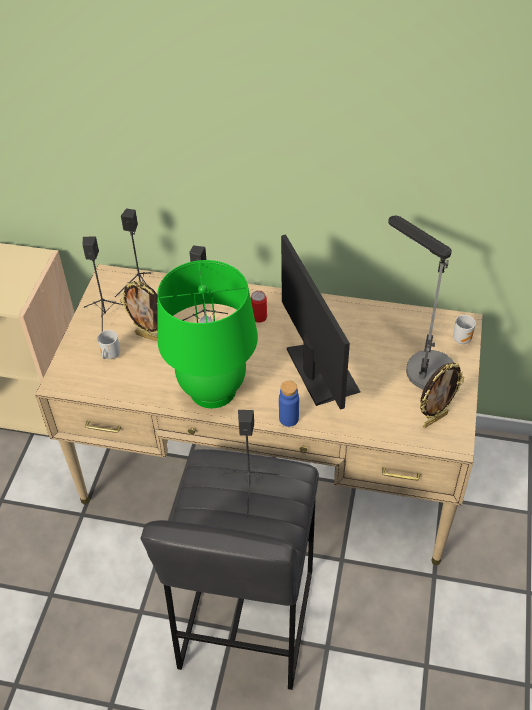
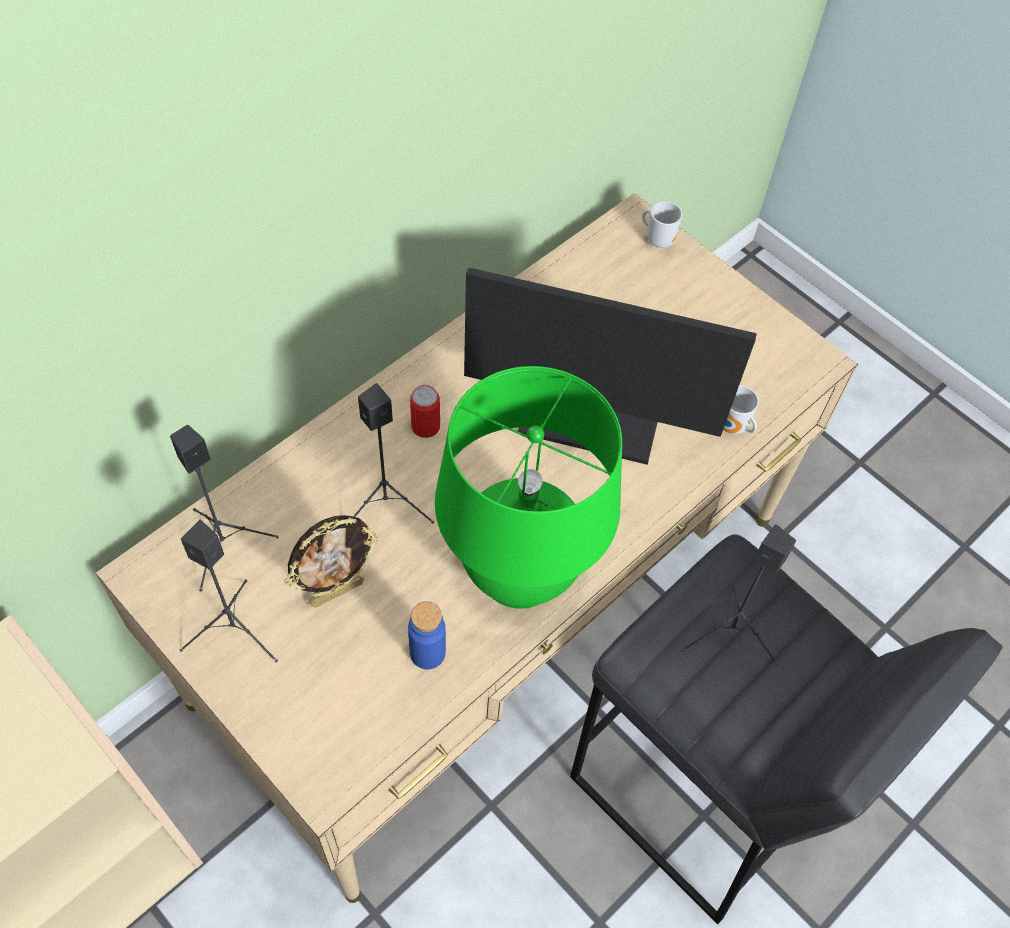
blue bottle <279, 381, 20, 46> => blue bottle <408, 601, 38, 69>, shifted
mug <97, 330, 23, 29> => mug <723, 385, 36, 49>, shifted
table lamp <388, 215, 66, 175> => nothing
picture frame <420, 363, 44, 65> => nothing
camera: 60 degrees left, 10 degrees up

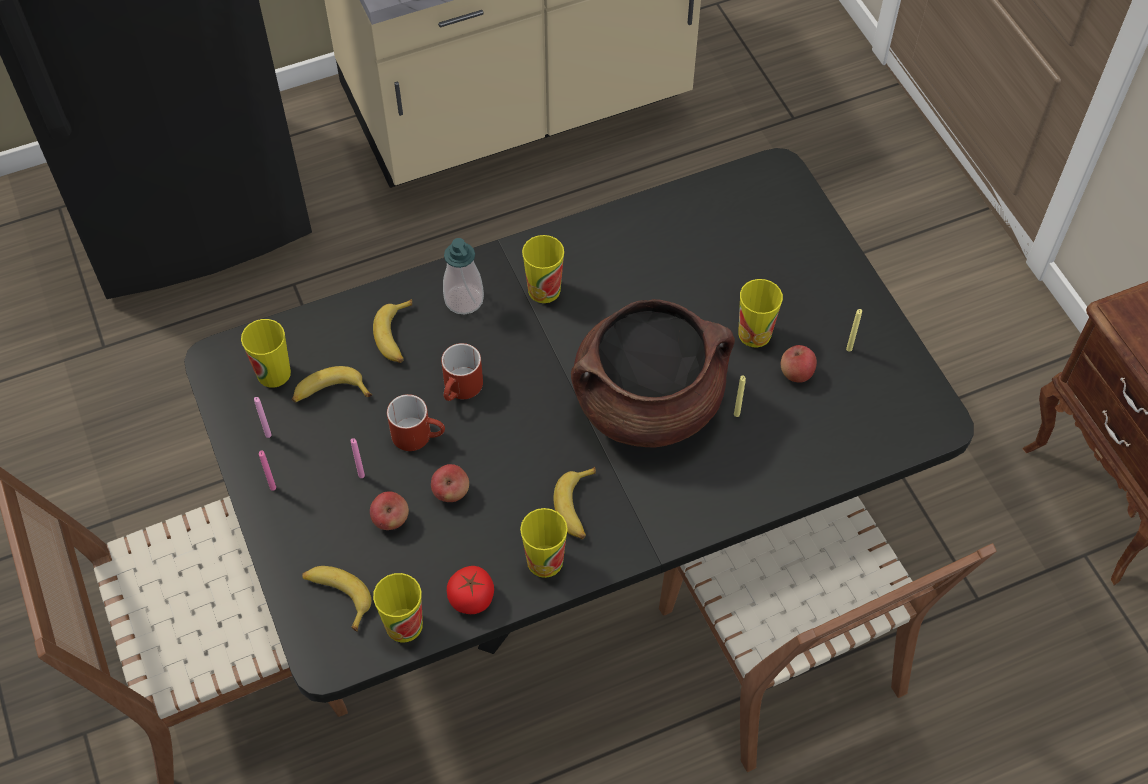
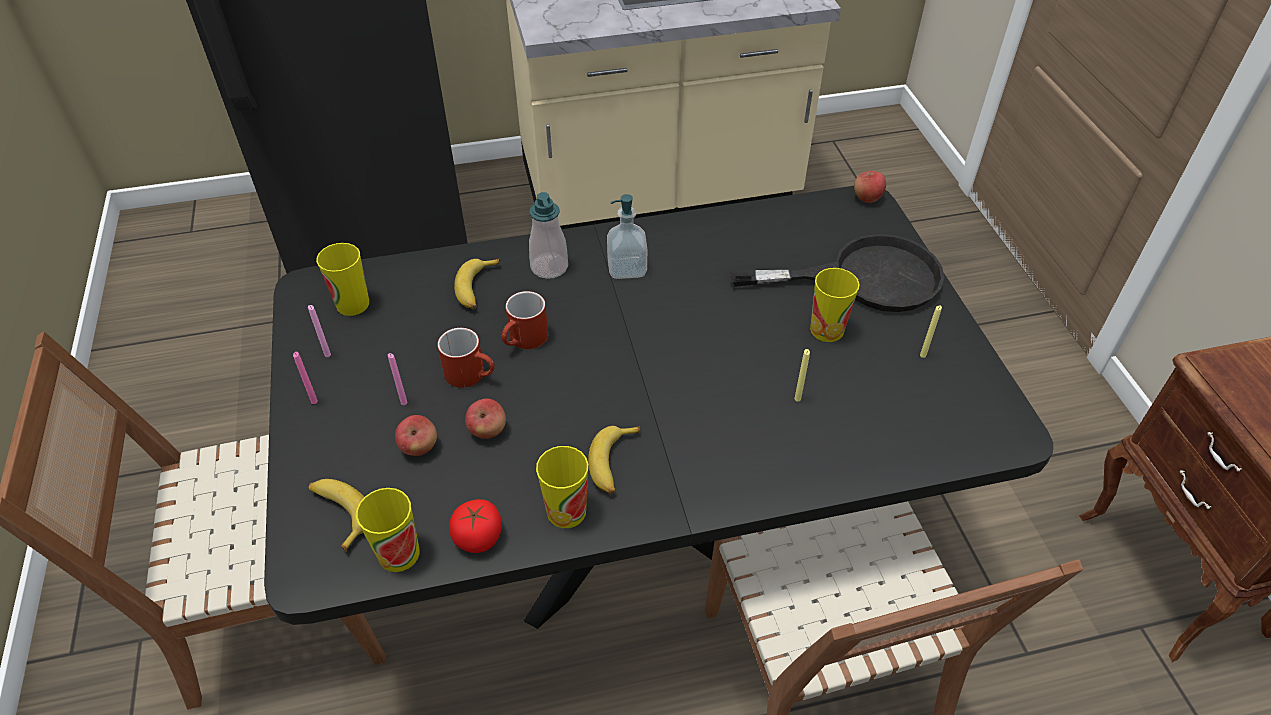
cup <522, 235, 42, 68> => soap dispenser <607, 194, 40, 85>
nothing => black frying pan <730, 234, 214, 78>
apple <781, 345, 36, 38> => apple <854, 171, 32, 32>, shifted
banana <292, 366, 80, 36> => nothing
brown cooking pot <571, 299, 164, 149> => nothing
camera: 10 degrees right, 10 degrees down

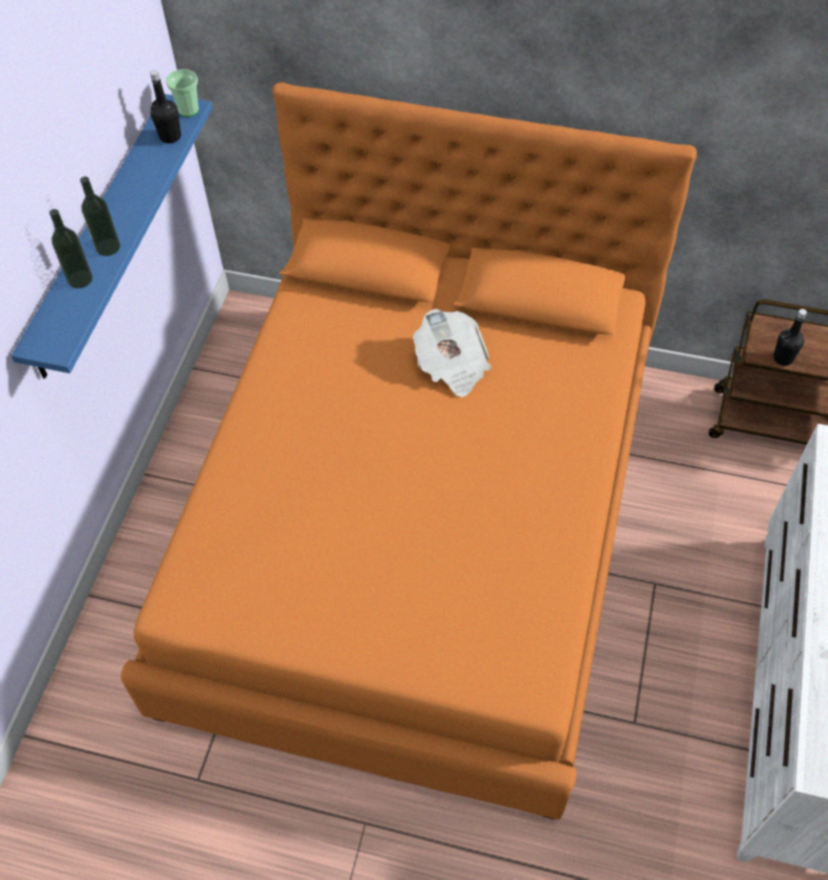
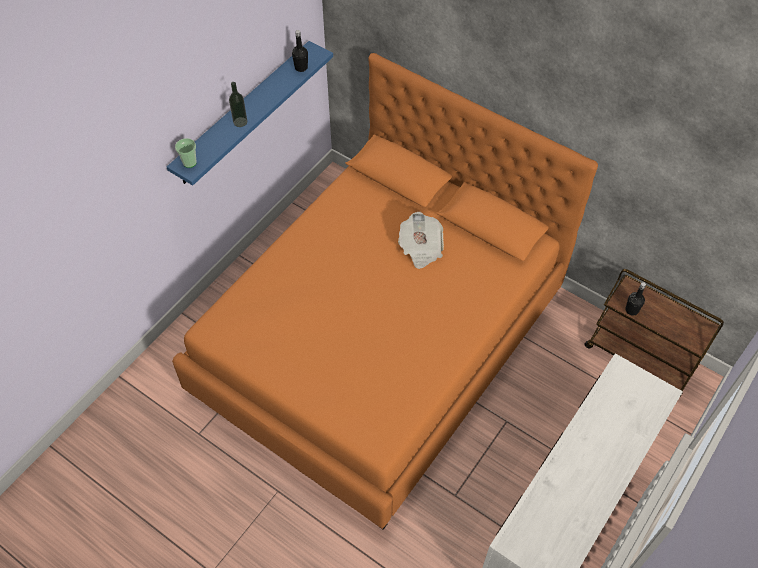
cup <166, 69, 33, 48> => cup <175, 138, 22, 30>, shifted
bottle <49, 209, 44, 79> => nothing
camera: 20 degrees right, 0 degrees up

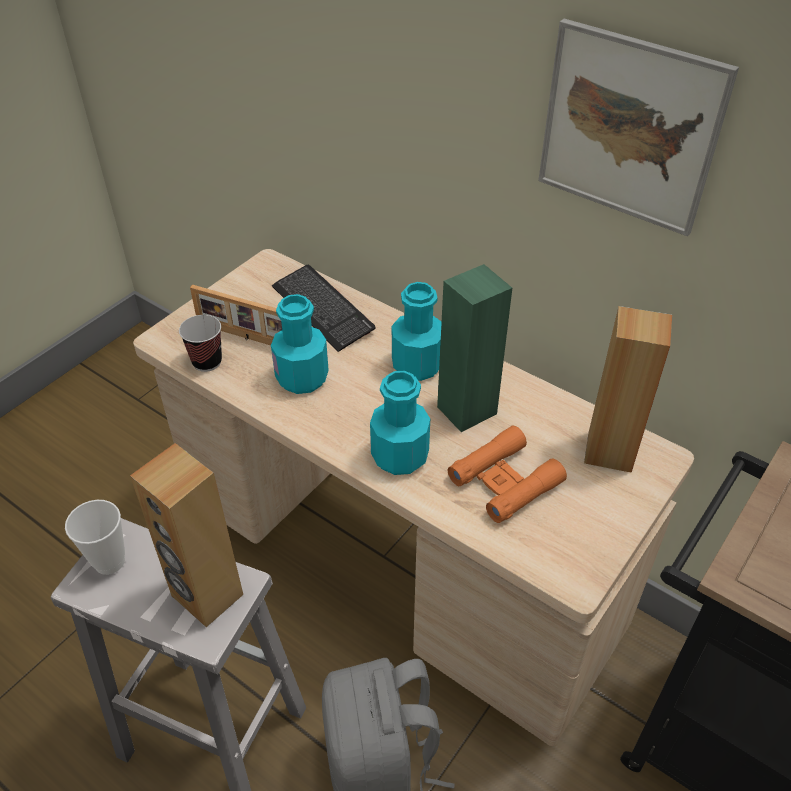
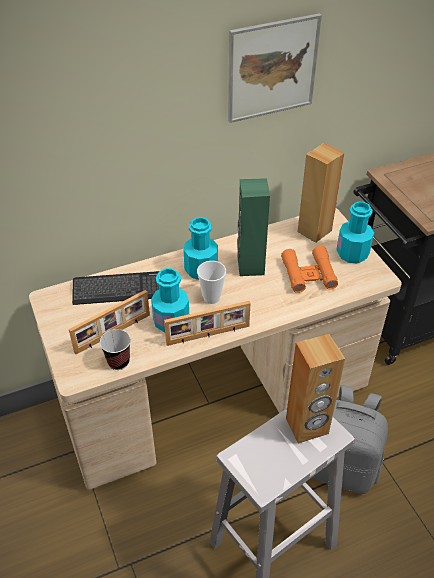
nothing => picture frame <164, 301, 87, 45>
cup <65, 500, 60, 75> => cup <197, 261, 29, 43>, shifted
turquoise bottle <370, 371, 60, 104> => turquoise bottle <336, 202, 38, 61>, shifted
camera: 60 degrees left, 0 degrees up

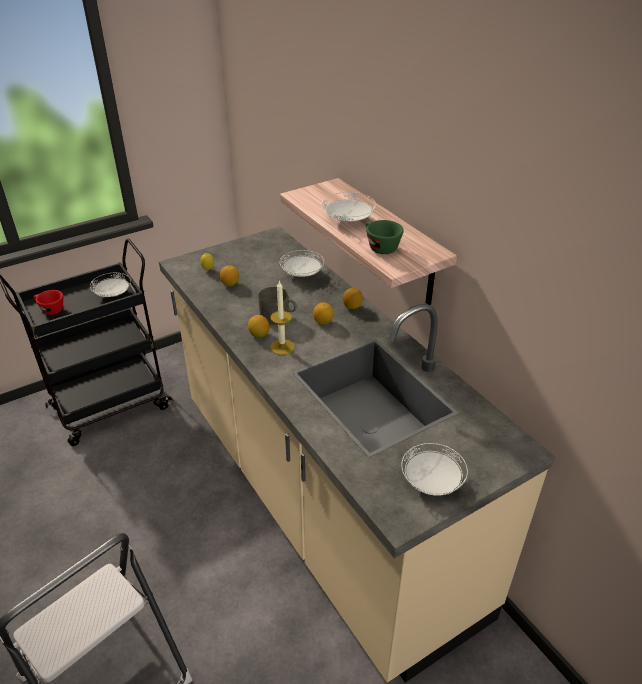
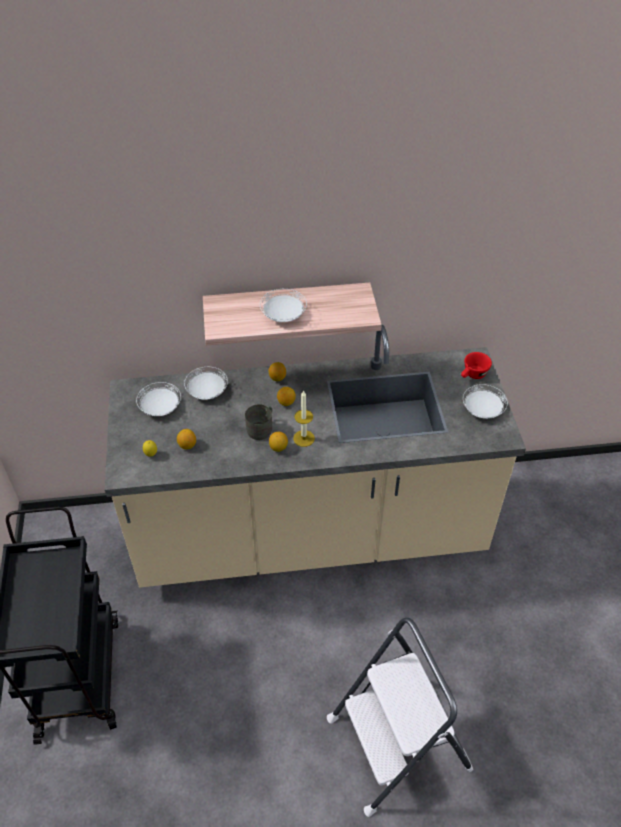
white plate <90, 273, 41, 24> => white plate <136, 382, 45, 34>, shifted
red cup <34, 290, 29, 25> => red cup <461, 352, 31, 27>, shifted
green cup <366, 220, 38, 34> => nothing
camera: 65 degrees left, 10 degrees up

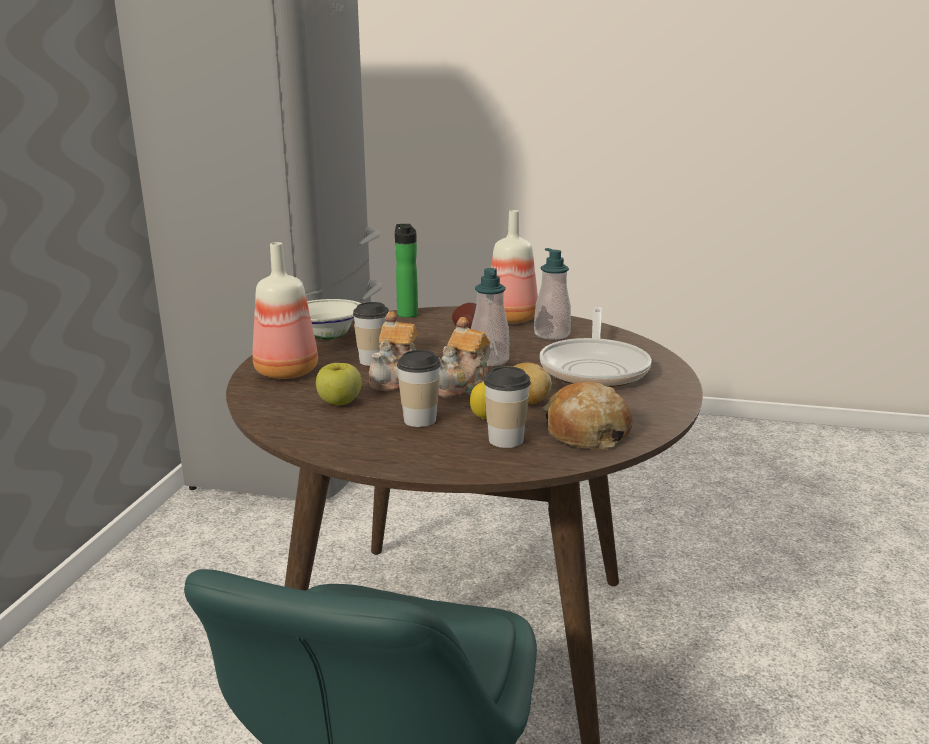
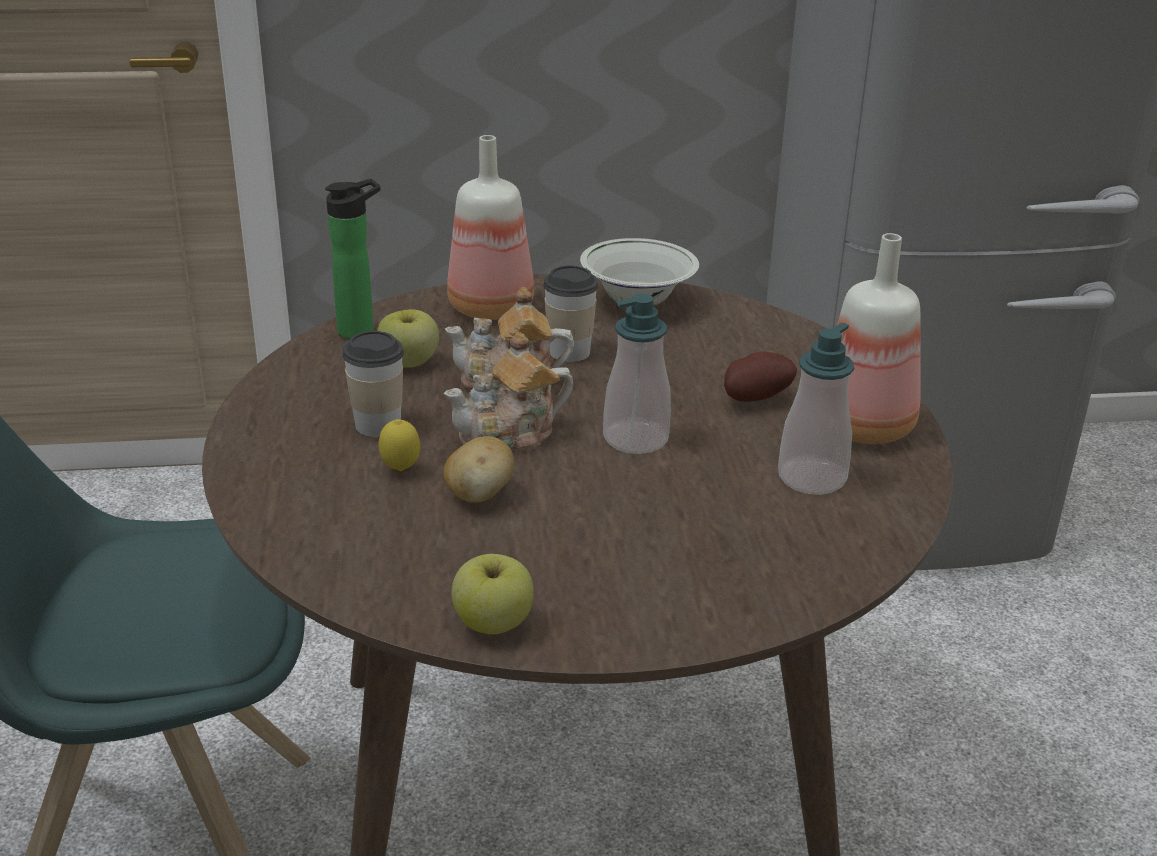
bottle <395, 224, 23, 94> => bottle <325, 179, 55, 160>, shifted
teapot <438, 317, 52, 81> => teapot <444, 332, 129, 118>, 45 degrees counterclockwise
nothing => apple <452, 554, 82, 81>
cup <484, 366, 47, 82> => nothing
frying pan <540, 307, 112, 80> => nothing
bread <543, 382, 89, 67> => nothing
camera: 70 degrees right, 10 degrees up

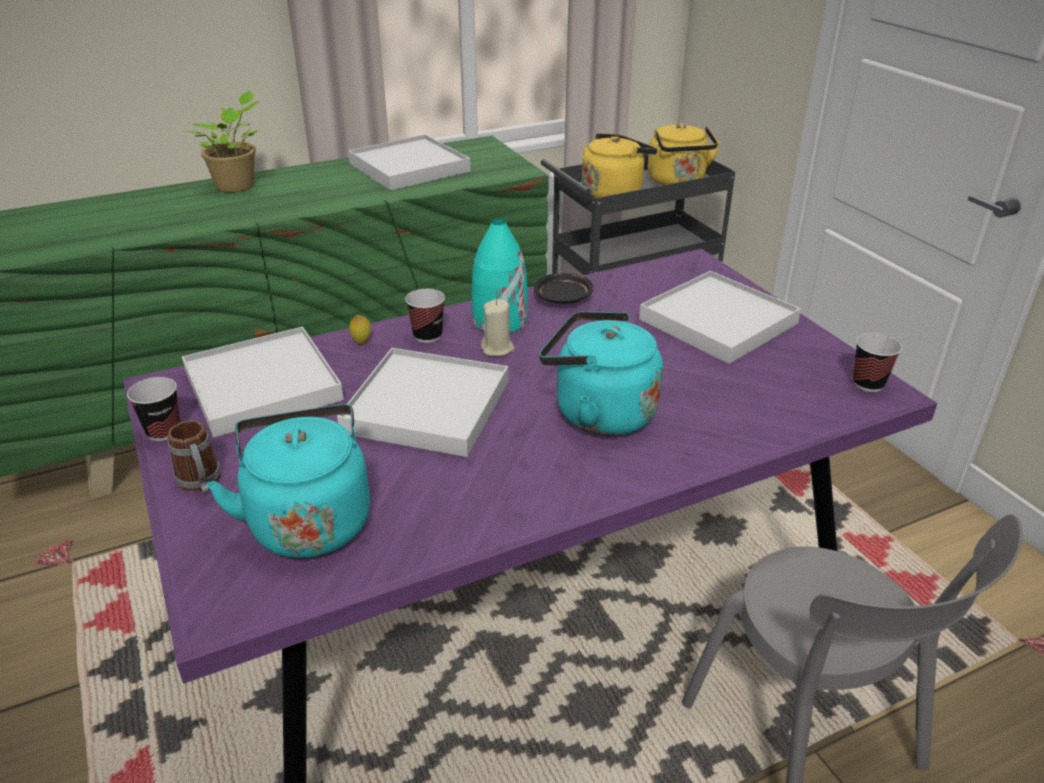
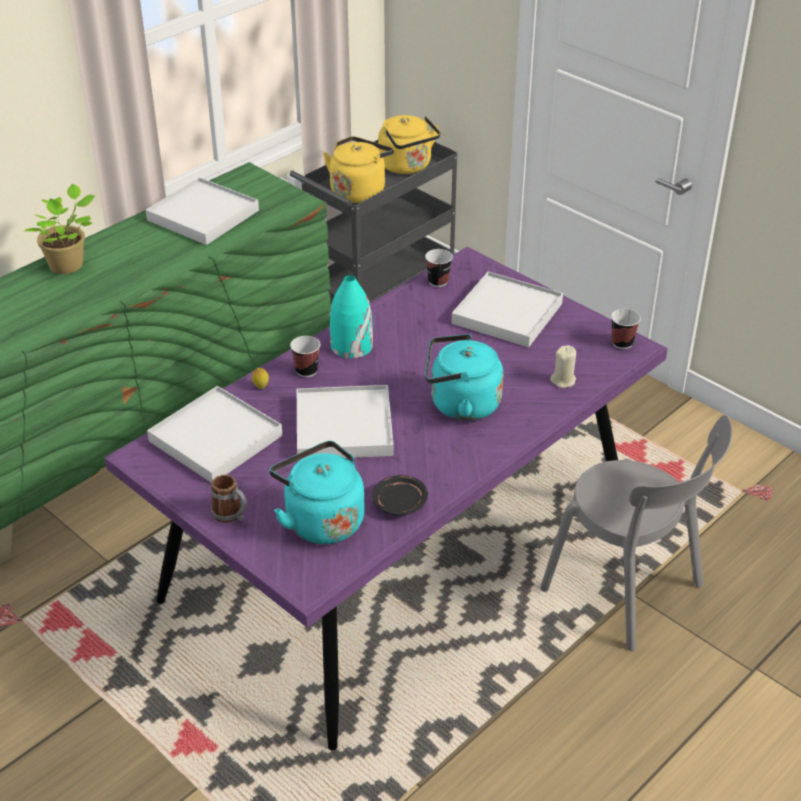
black plate <534, 273, 59, 31> => black plate <372, 475, 56, 41>, shifted
cup <127, 377, 53, 64> => cup <425, 249, 28, 38>, shifted
beige candle <481, 299, 34, 57> => beige candle <550, 345, 26, 43>, shifted
camera: 20 degrees left, 5 degrees up

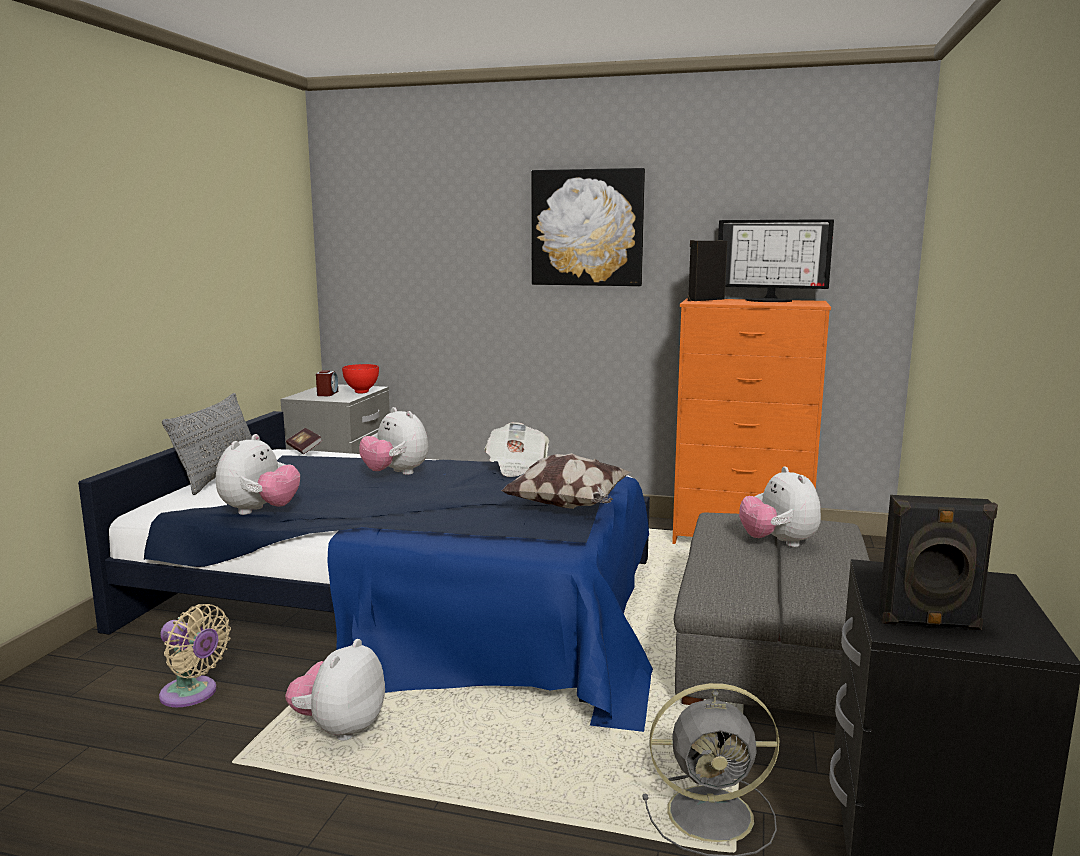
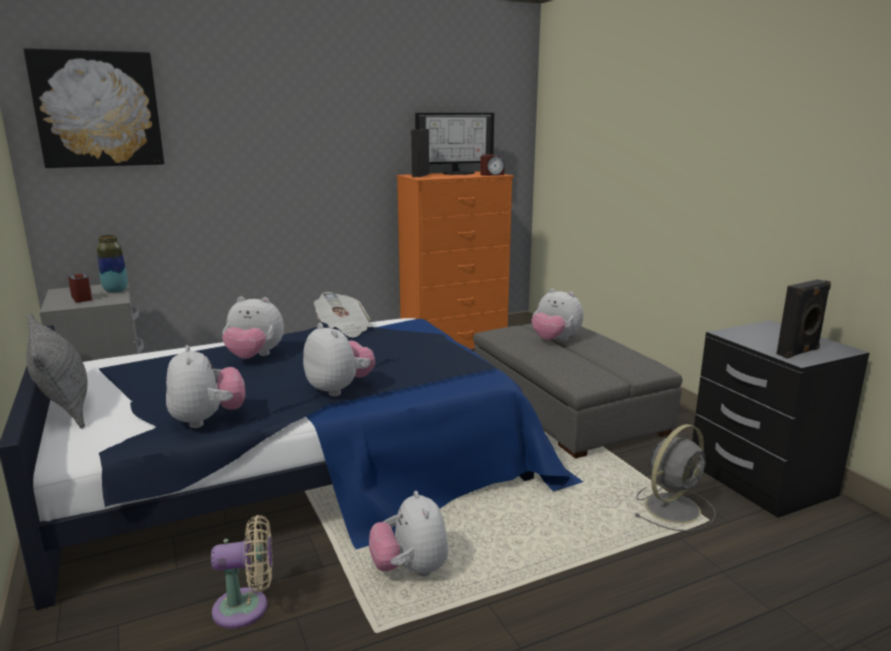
picture <531, 168, 114, 118> => picture <24, 48, 140, 120>, shifted
red bowl <342, 364, 37, 29> => vase <97, 235, 31, 58>
nothing => plush toy <303, 323, 72, 73>
nothing => alarm clock <480, 154, 25, 22>
book <286, 428, 37, 26> => nothing
pillow <501, 453, 130, 56> => nothing
camera: 40 degrees left, 5 degrees up

